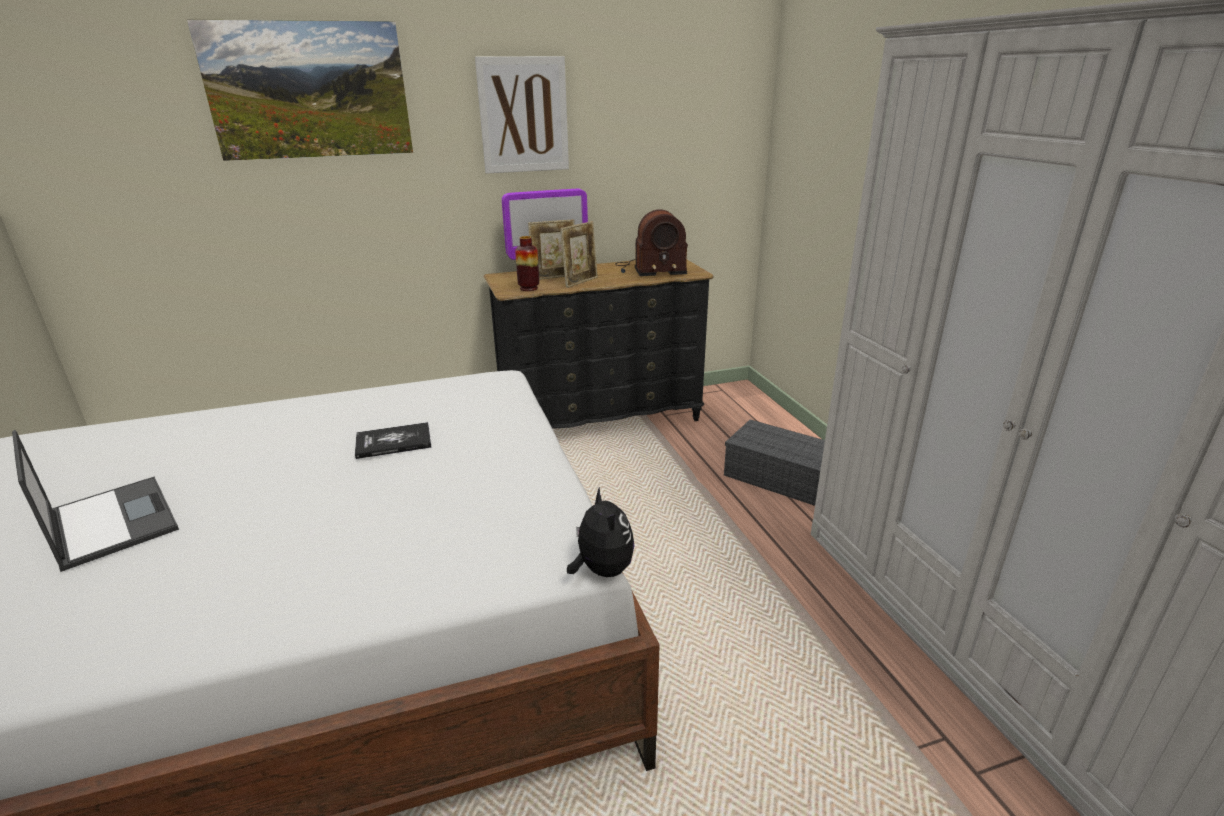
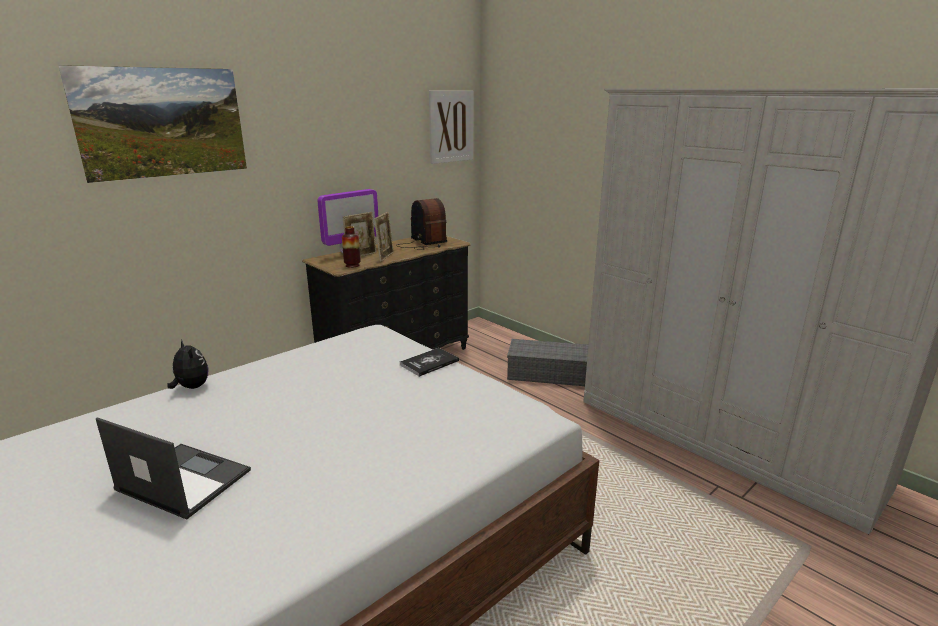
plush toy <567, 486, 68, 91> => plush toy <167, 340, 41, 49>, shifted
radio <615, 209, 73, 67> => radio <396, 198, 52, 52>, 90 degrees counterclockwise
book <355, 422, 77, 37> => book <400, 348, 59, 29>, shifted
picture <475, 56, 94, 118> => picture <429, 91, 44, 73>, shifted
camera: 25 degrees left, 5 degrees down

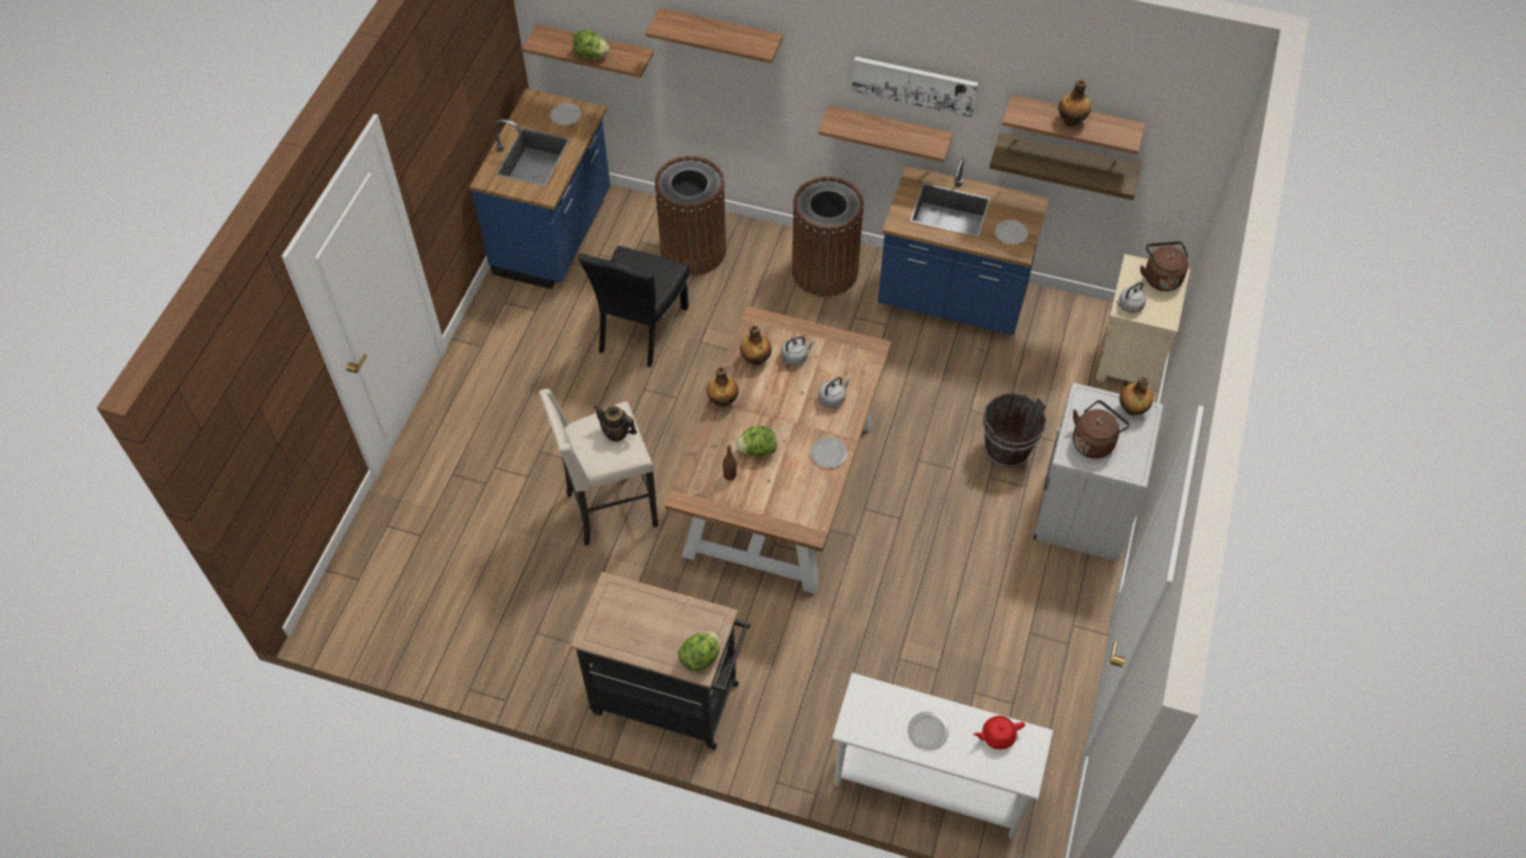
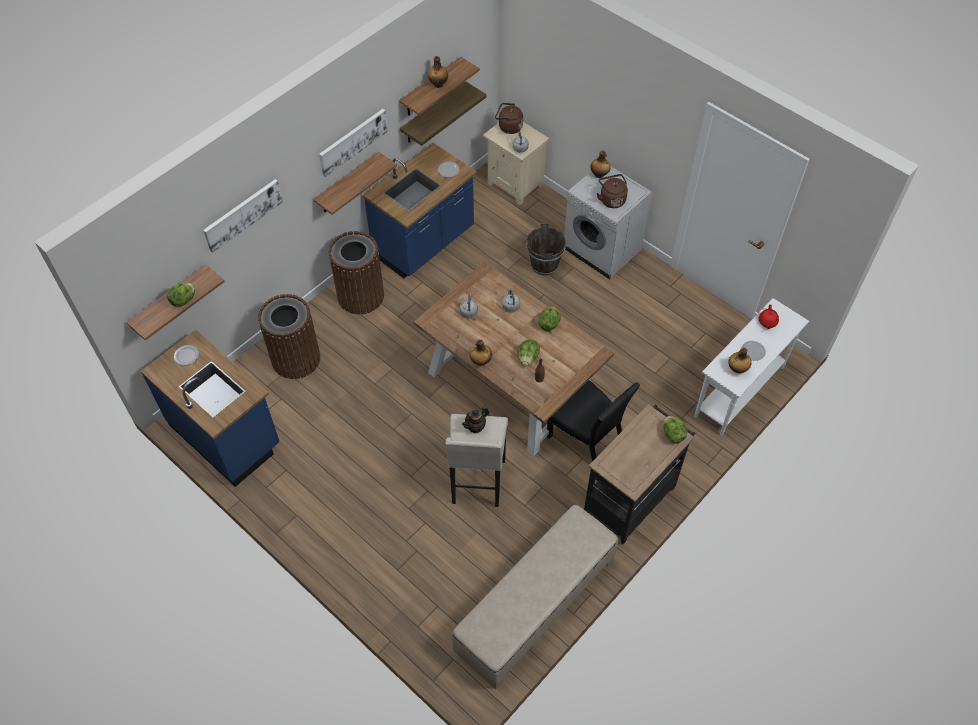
shelf <645, 8, 138, 55> => picture <203, 179, 80, 74>
nothing => beige bench <452, 505, 166, 184>
plate <811, 438, 36, 30> => lettuce <538, 307, 23, 24>
black chair <578, 246, 112, 121> => black chair <547, 380, 93, 82>, shifted
bottle <740, 325, 32, 40> => bottle <728, 347, 23, 26>, shifted
camera: 65 degrees left, 0 degrees up

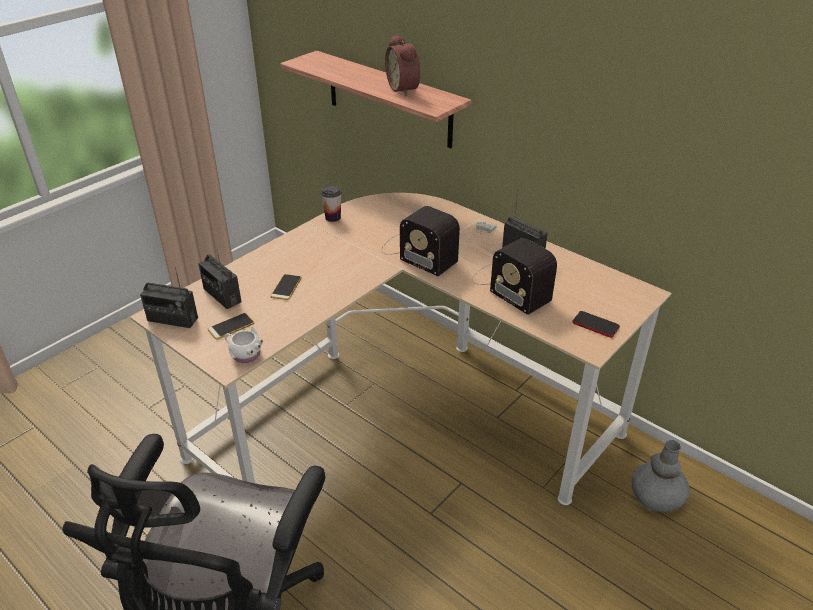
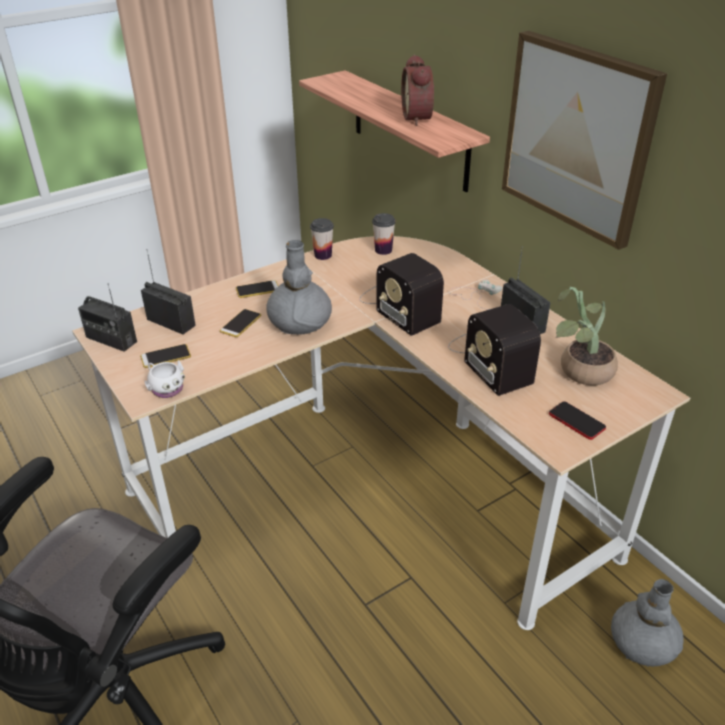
radio <198, 249, 44, 60> => radio <141, 250, 55, 84>, 150 degrees clockwise
nothing => phone <236, 280, 42, 18>
nothing => grey vase <266, 240, 66, 95>
nothing => cup <372, 213, 24, 42>
nothing => picture <502, 31, 165, 219>
nothing => potted plant <556, 287, 62, 98>
camera: 15 degrees right, 0 degrees up

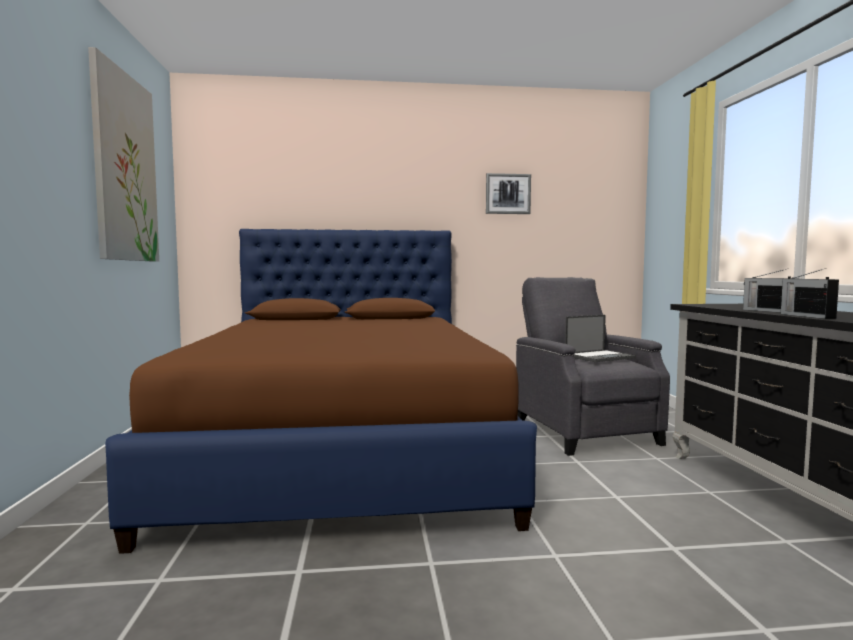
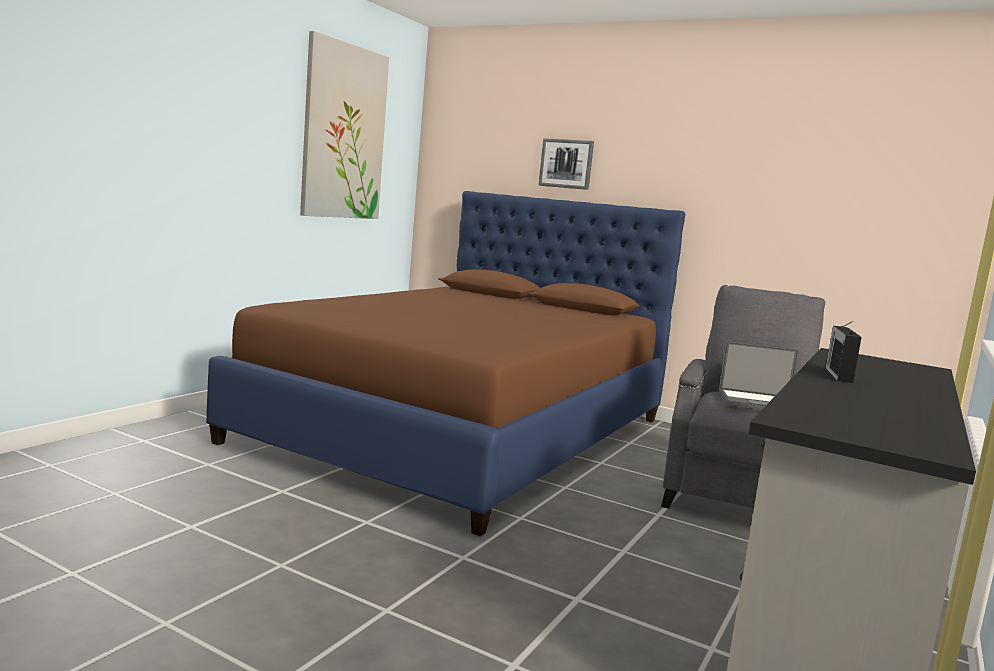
picture <486, 173, 45, 41> => picture <538, 138, 56, 52>, shifted
radio <781, 268, 58, 51> => nothing
camera: 35 degrees right, 5 degrees up

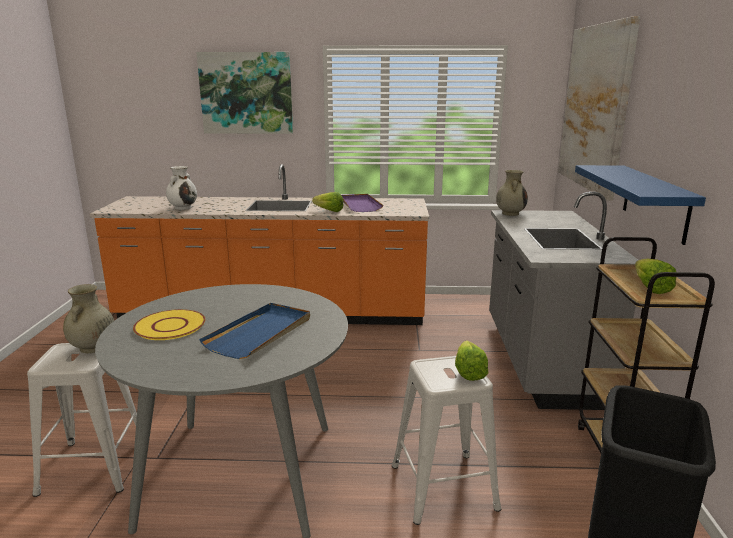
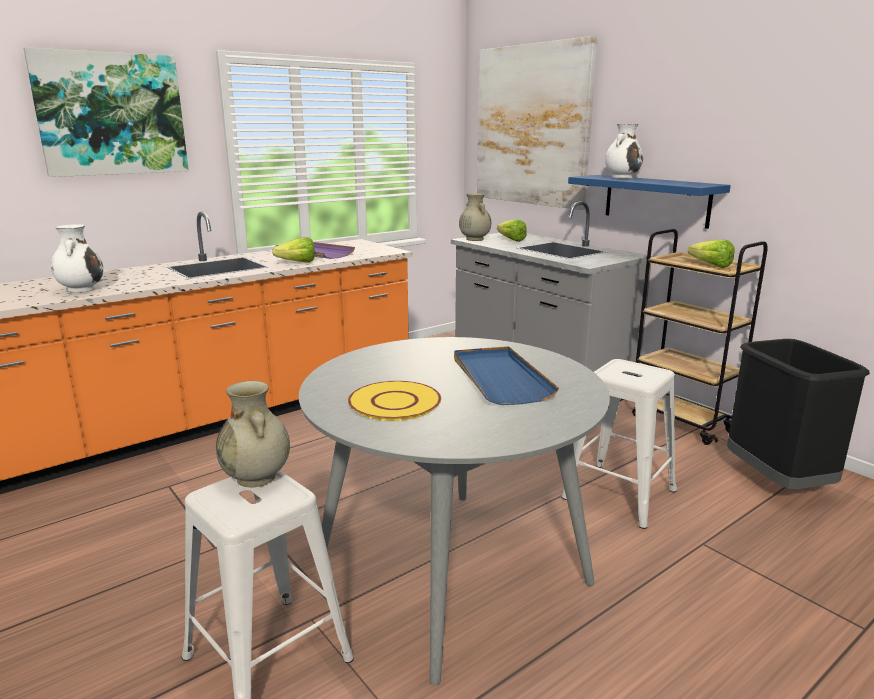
lettuce <455, 340, 33, 41> => lettuce <497, 220, 30, 22>, shifted
nothing => white vase <605, 124, 39, 55>
camera: 40 degrees left, 0 degrees up

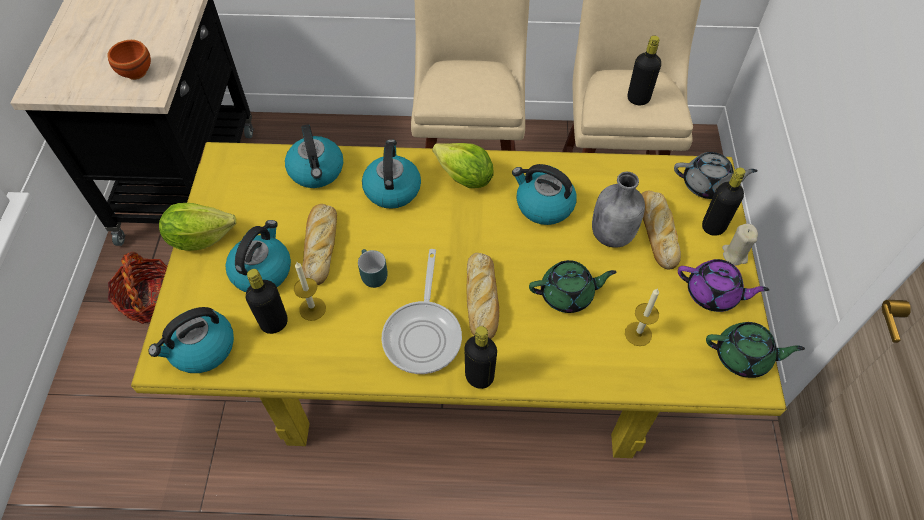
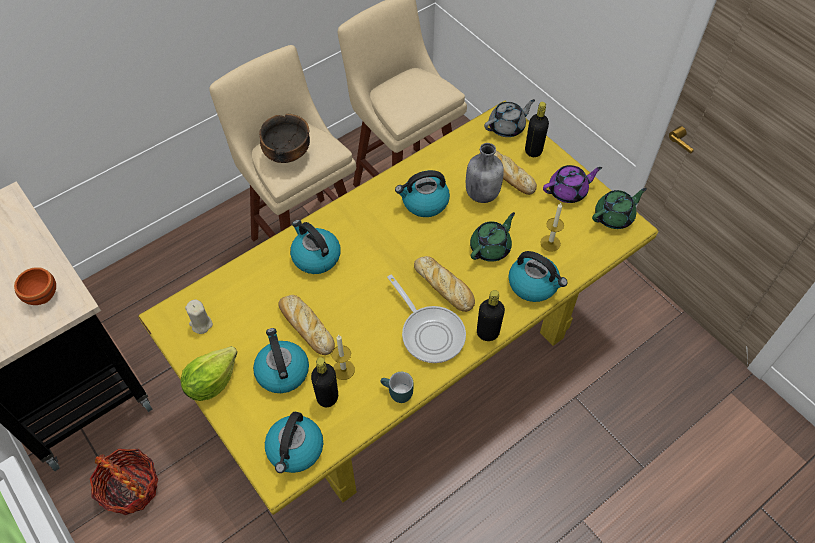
beige candle <722, 224, 36, 42> => beige candle <185, 300, 28, 34>, shifted
nothing => bowl <259, 114, 51, 49>
turquoise mug <358, 249, 30, 39> => turquoise mug <381, 372, 32, 31>, shifted
kettle <285, 124, 58, 64> => kettle <509, 251, 58, 51>, shifted
lettuce <433, 143, 61, 45> => nothing
black bottle <627, 36, 34, 69> => nothing
camera: 40 degrees left, 0 degrees up

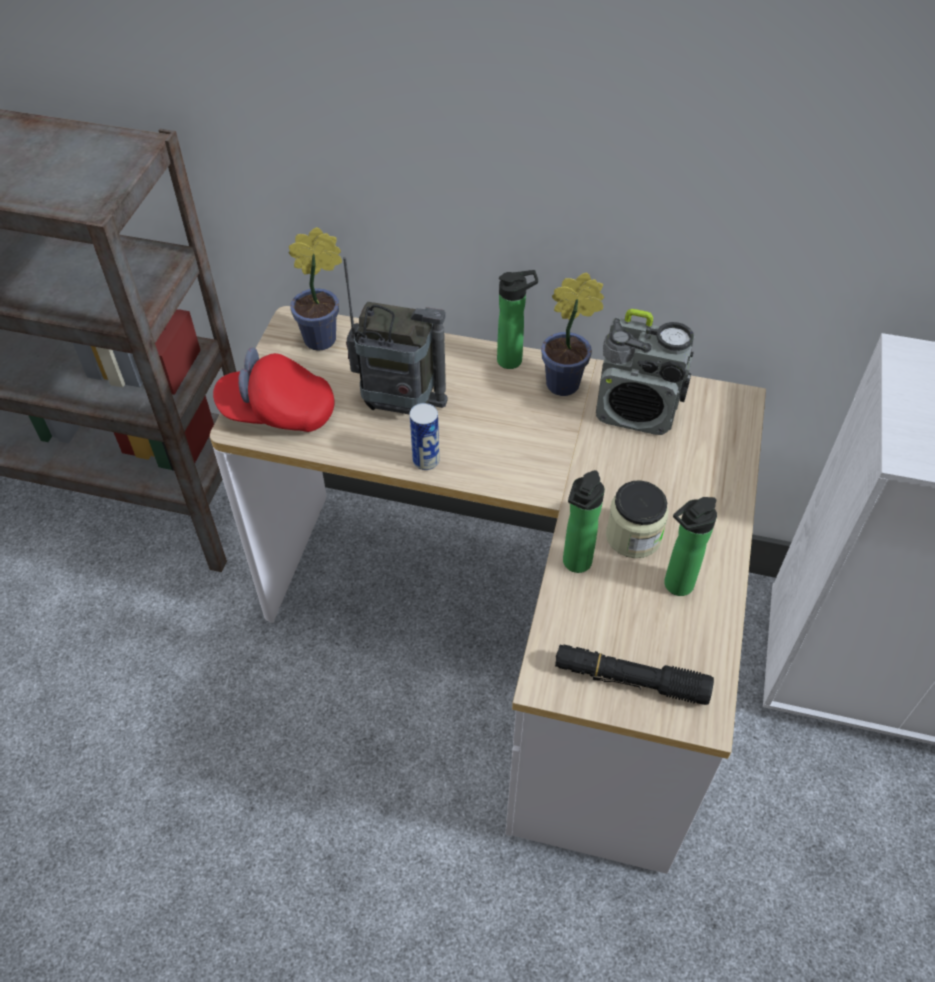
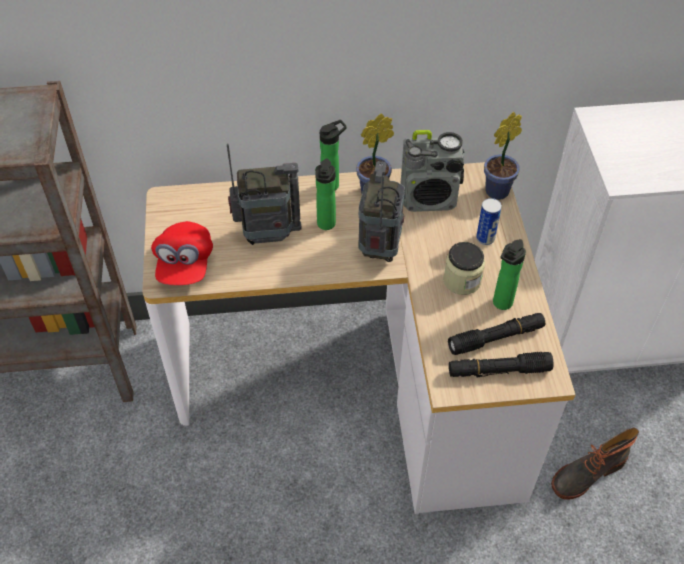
red cap <213, 347, 121, 85> => red cap <151, 221, 62, 64>, 75 degrees counterclockwise
bottle <563, 470, 42, 103> => bottle <315, 158, 21, 72>, shifted
nothing => radio <358, 161, 47, 101>
nothing => black flashlight <448, 313, 97, 42>
can <410, 403, 30, 67> => can <476, 198, 26, 47>, shifted
potted plant <288, 227, 54, 124> => potted plant <484, 112, 38, 88>, shifted
nothing => boot <551, 427, 88, 73>
camera: 20 degrees left, 0 degrees up

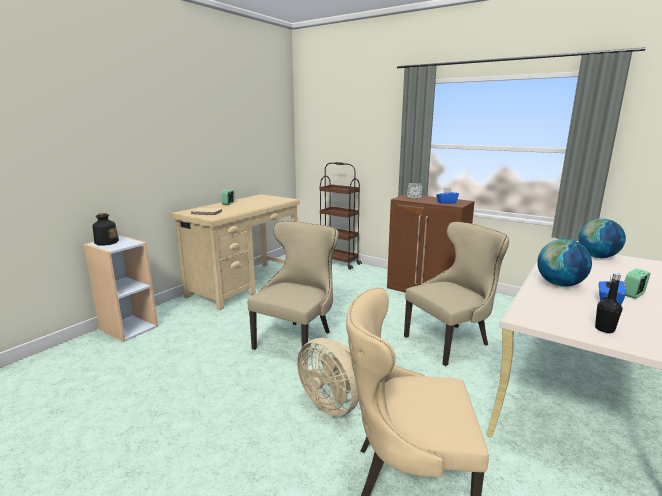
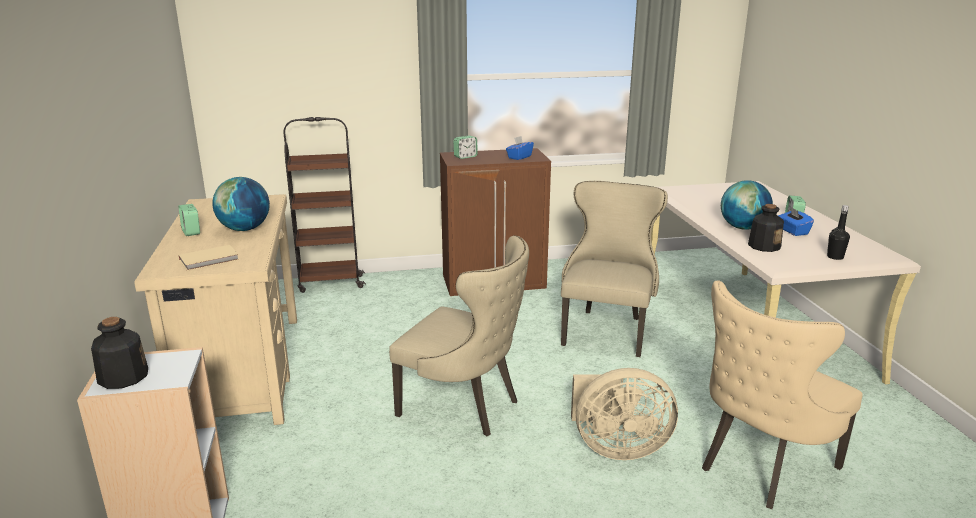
globe <578, 219, 48, 39> => globe <212, 177, 58, 54>, shifted
beige chair <248, 221, 91, 141> => beige chair <389, 235, 140, 201>, 135 degrees clockwise
nothing => bottle <748, 204, 36, 48>
camera: 45 degrees left, 5 degrees up

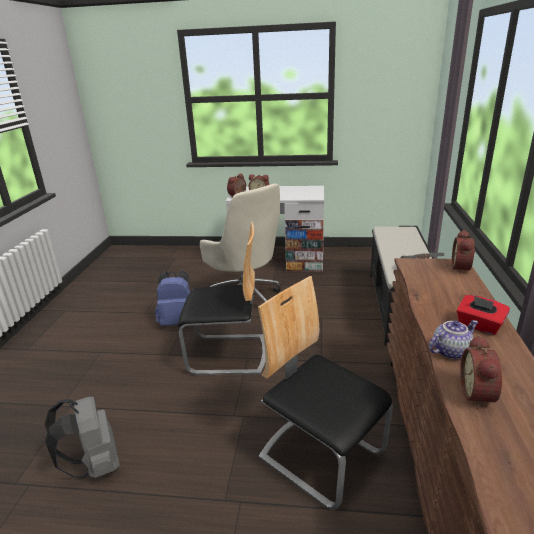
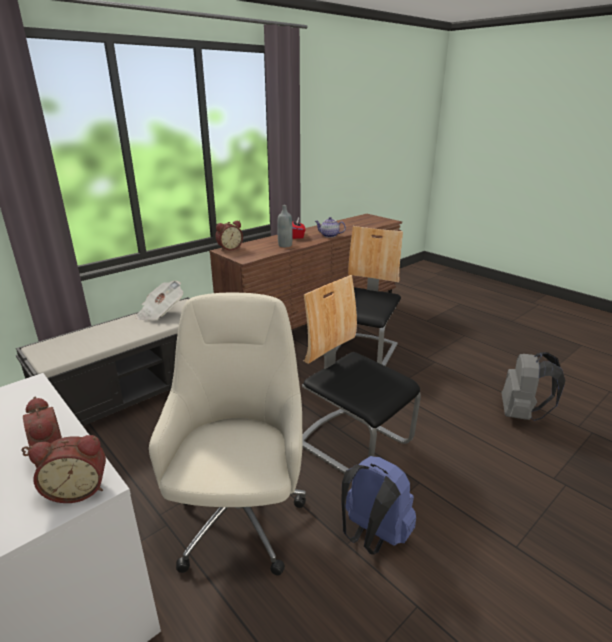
nothing => grey bottle <277, 205, 16, 42>
chair <258, 276, 135, 234> => chair <323, 226, 80, 140>, 150 degrees counterclockwise
alarm clock <460, 335, 42, 74> => nothing
camera: 140 degrees left, 0 degrees up

